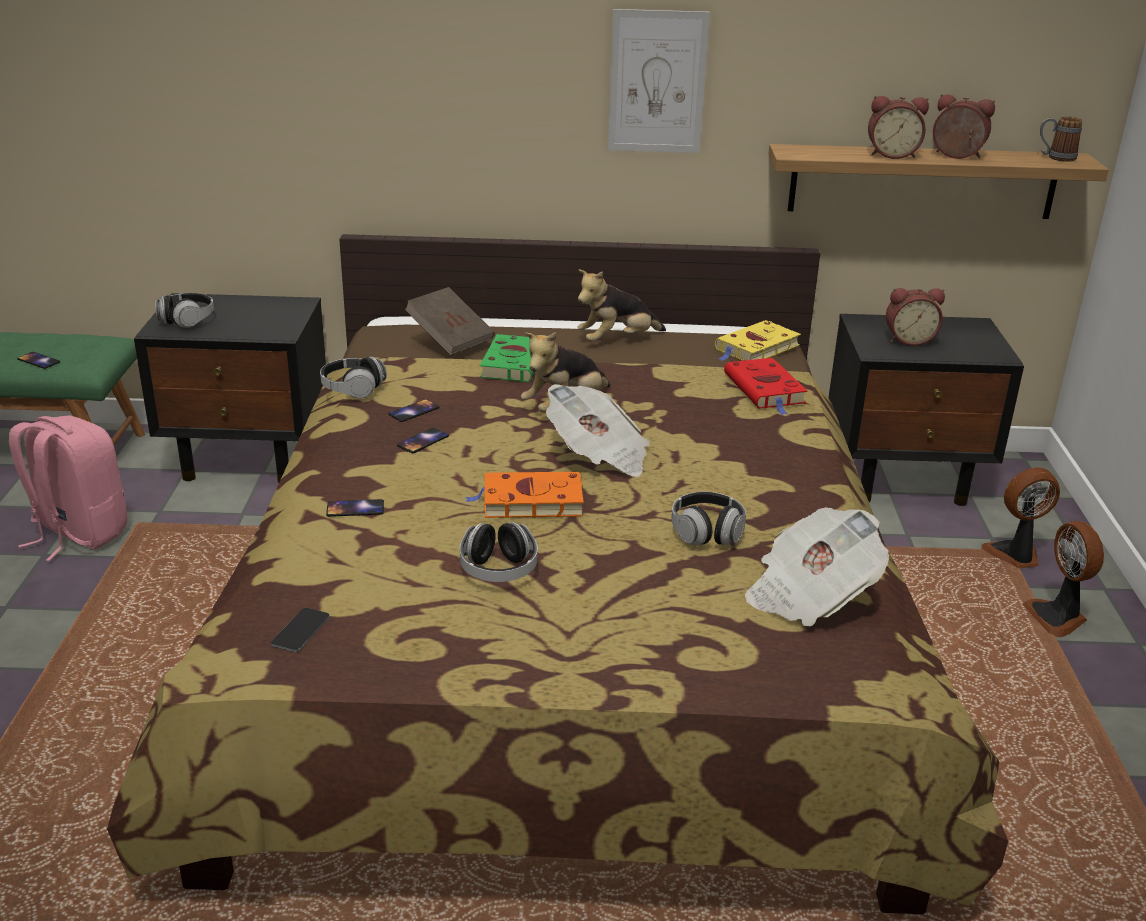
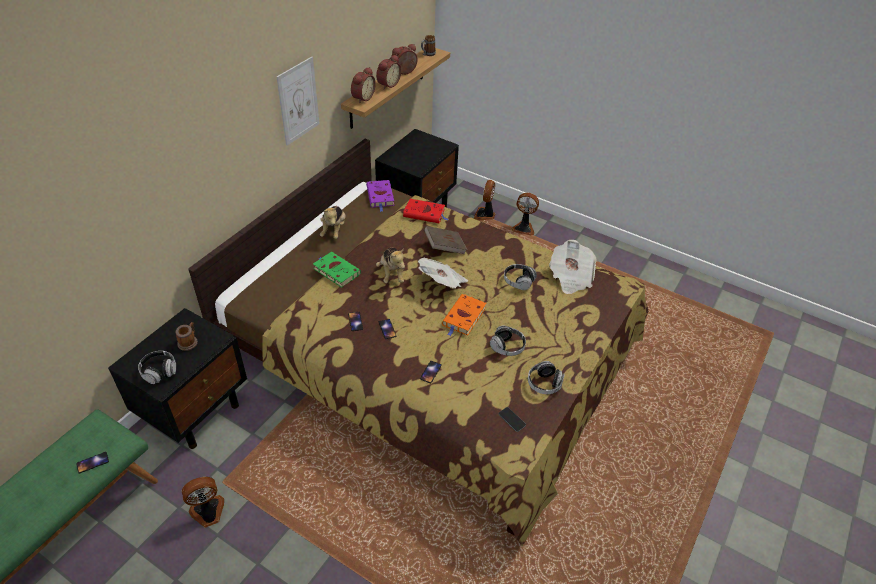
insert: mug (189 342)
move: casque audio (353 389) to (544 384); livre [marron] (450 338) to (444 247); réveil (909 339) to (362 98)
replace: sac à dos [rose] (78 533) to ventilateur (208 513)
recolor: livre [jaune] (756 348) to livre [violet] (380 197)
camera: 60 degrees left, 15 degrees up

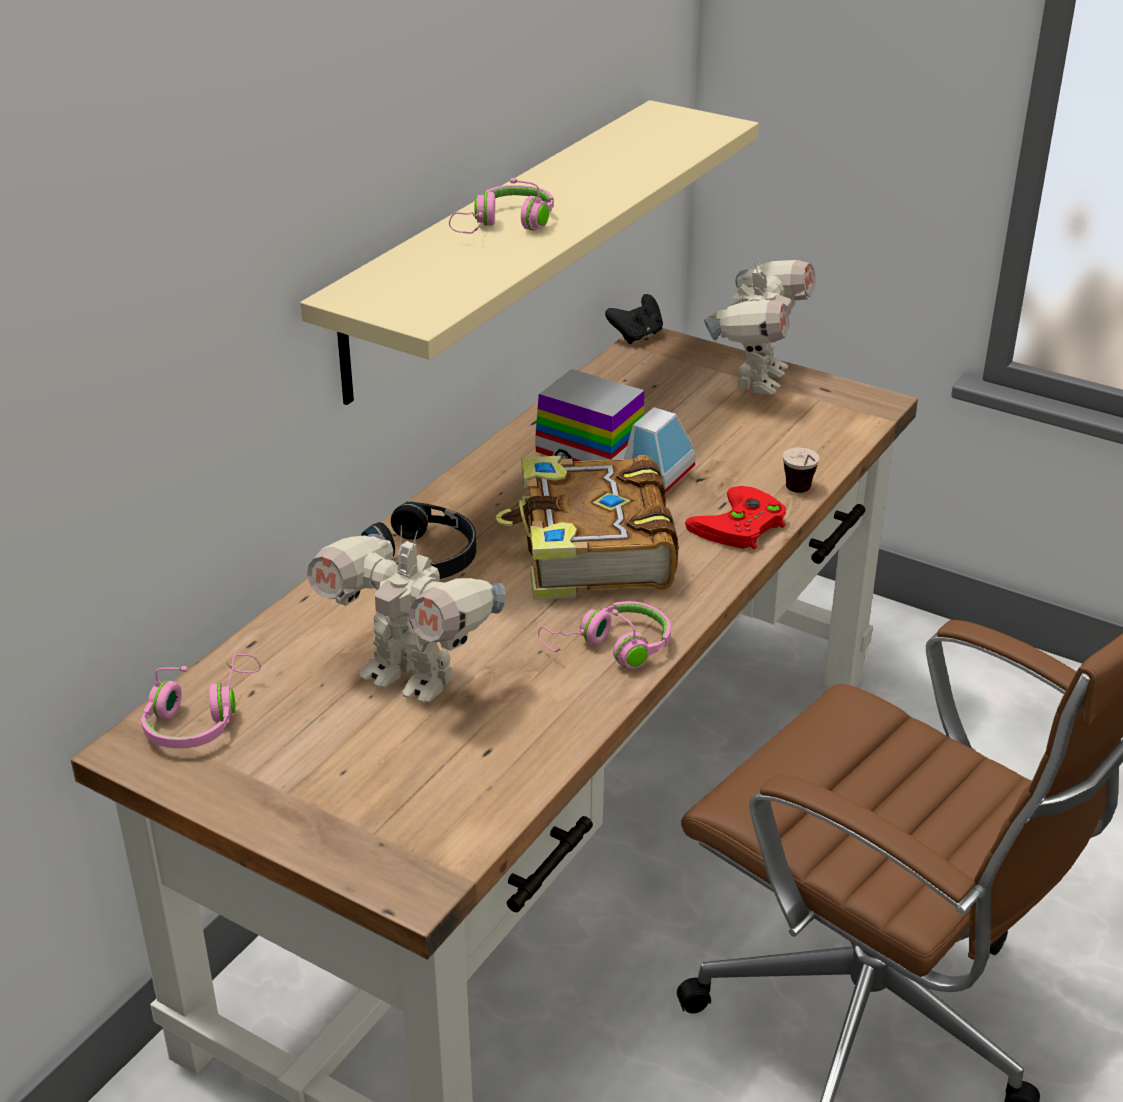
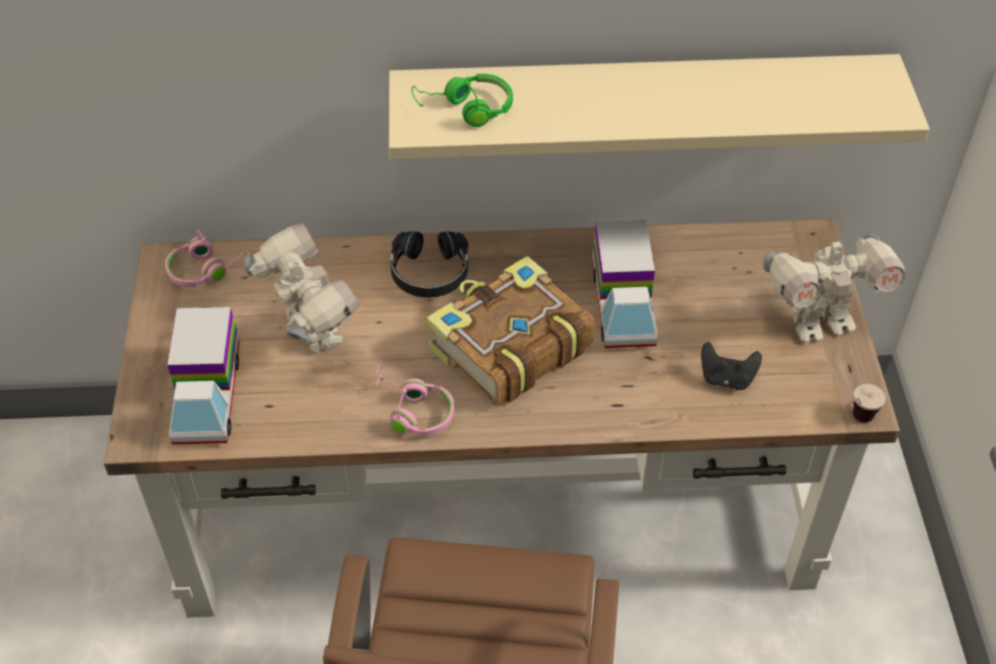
delete: casque audio [rose] (506 225); manette [rouge] (739 527)
insert: camion jouet (207 395); casque audio [vert] (467 109)
move: manette [noir] (636 336) to (726 378); tasse (801 495) to (855 421)
rotate: robot jouet (411 677) = (310 334) 150 degrees clockwise
camera: 55 degrees right, 15 degrees up

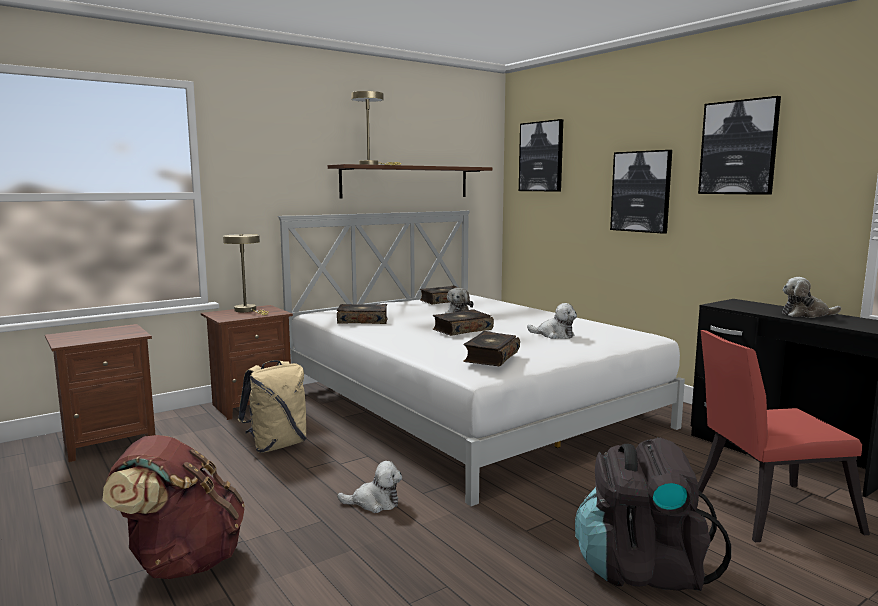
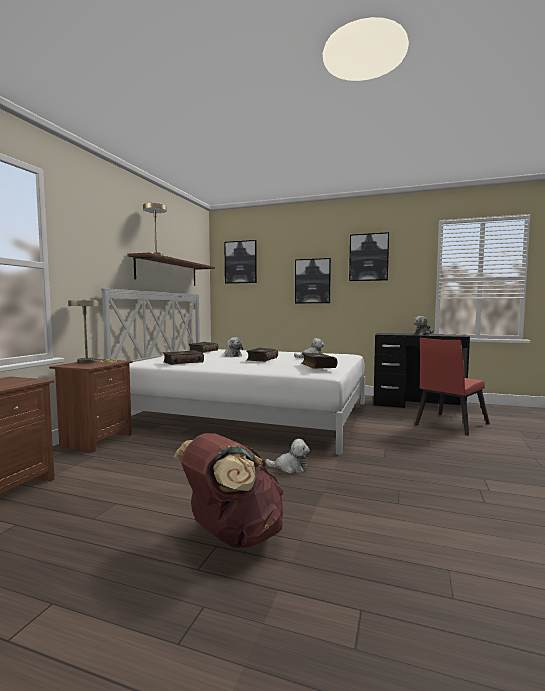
delete: sac à dos [beige] (277 445); sac à dos [noir] (642 569)
rotate: peluche (374 503) = (290 467) 45 degrees clockwise
camera: 35 degrees left, 5 degrees down

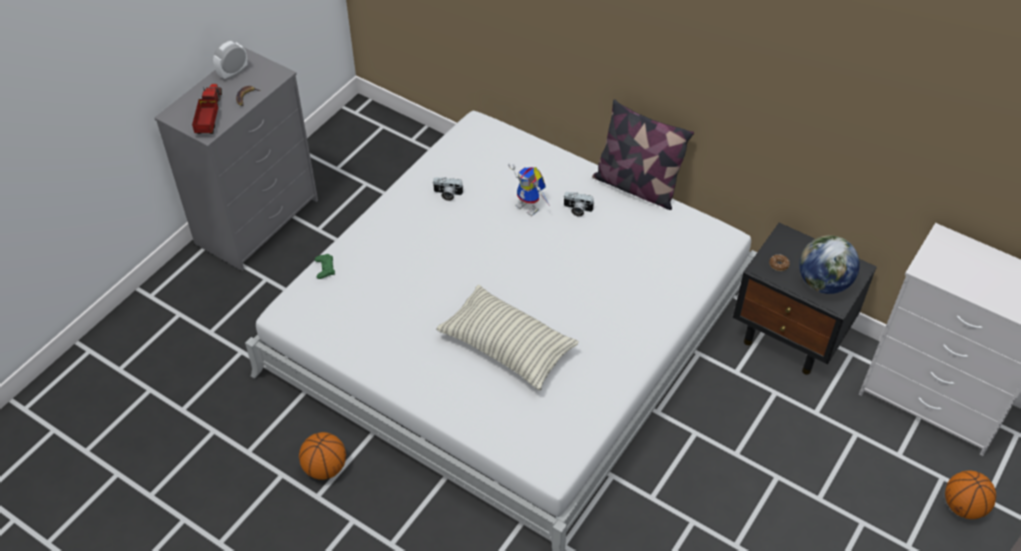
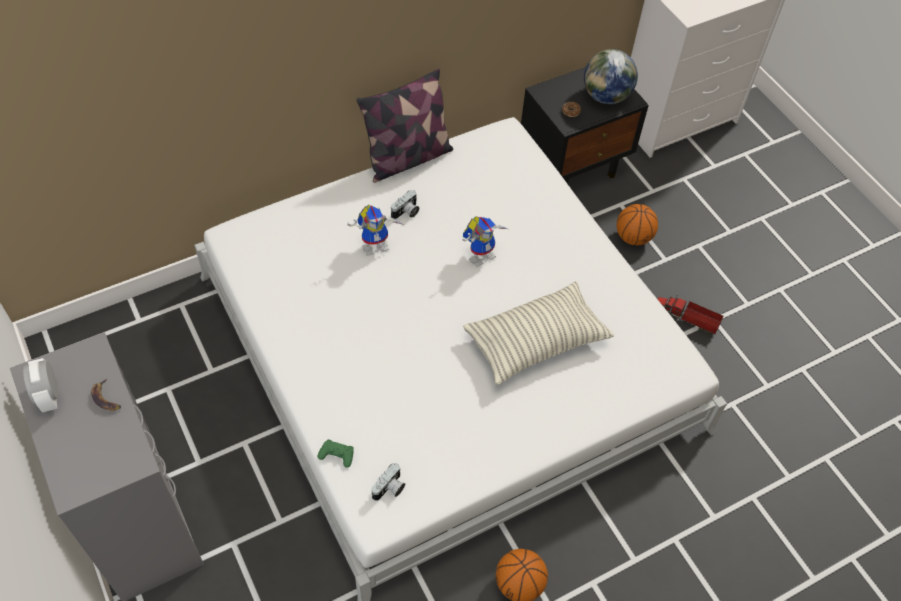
insert: robot jouet (481 254)
move: camion jouet (209 116) to (687 318); appareil photo (447 194) to (389 489); ballon de basket (963 506) to (633 237)
camera: 65 degrees left, 5 degrees up

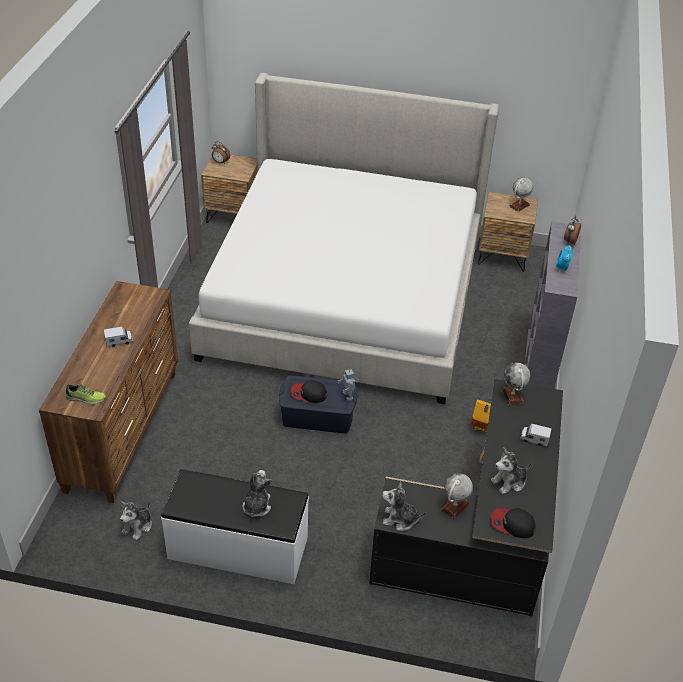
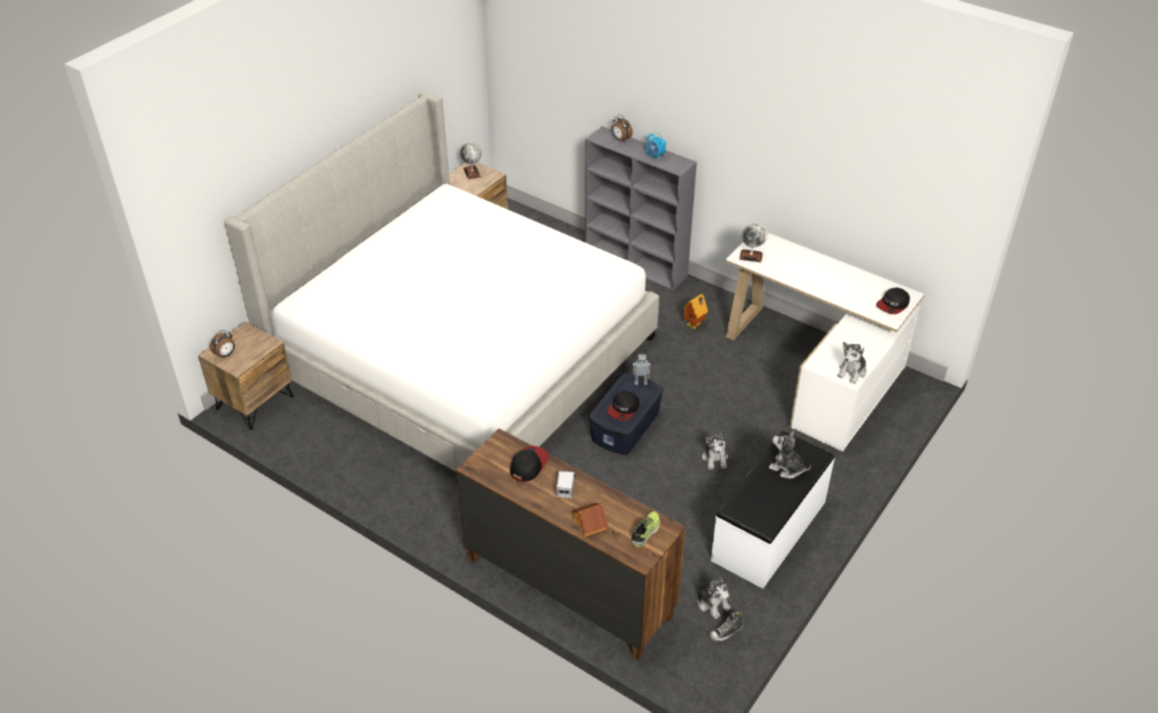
delete: globe (454 506); camion jouet (534 439)
insert: casquette (528 465); maison miniature (589 524); chaussure (726 632)
move: peluche (509 482) to (715 458)
recolor: bureau [noir] (480 538) to bureau [blanc] (817 369)
camera: 65 degrees left, 0 degrees up

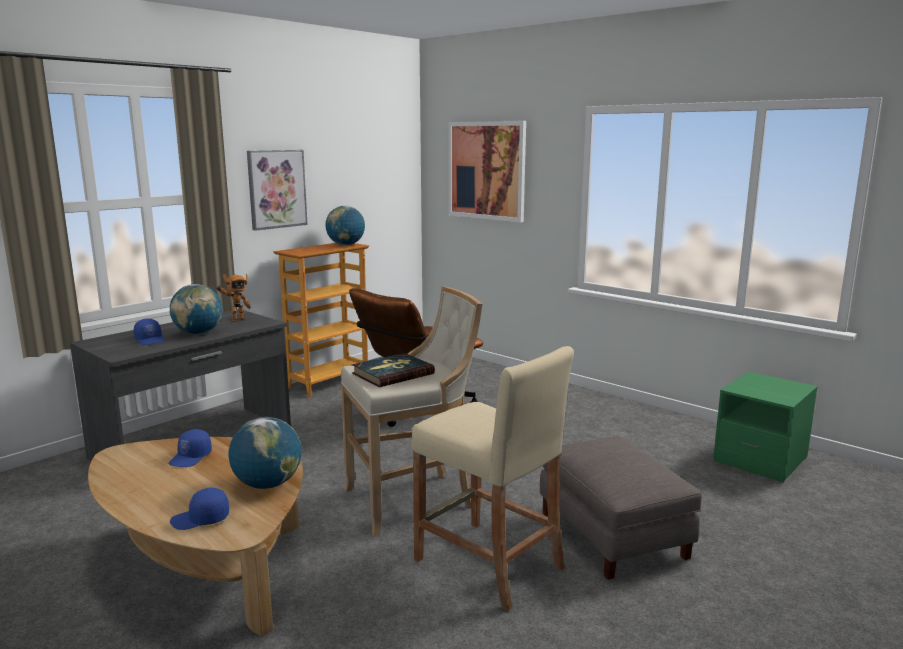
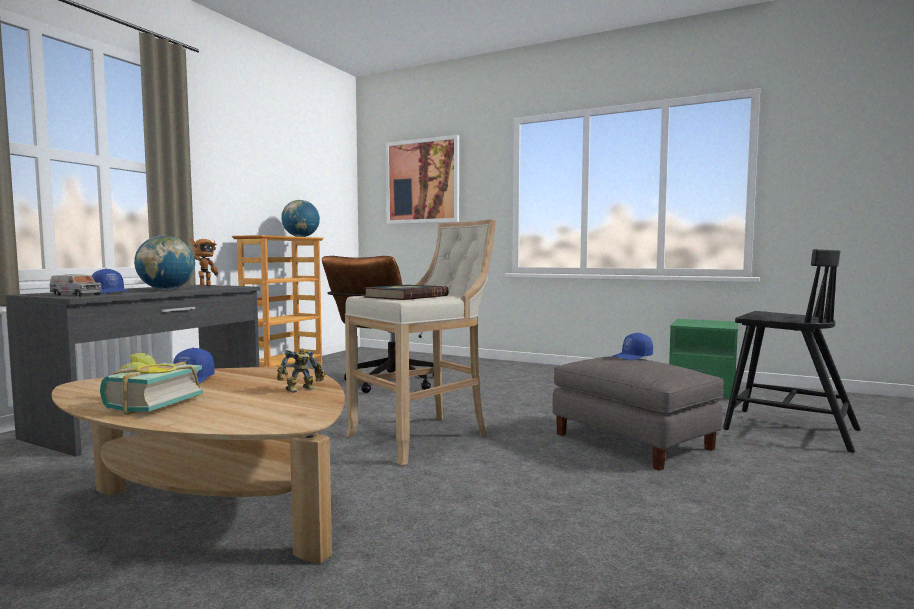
delete: tableau (276 189); tabouret [beige] (488 563)
insert: camion jouet (76 295); livre (148 404); chaise [noir] (788 429)
move: casquette [bleu] (200 519) to (632 357)
replace: globe (267 485) to robot jouet (302 389)
camera: 15 degrees left, 10 degrees down

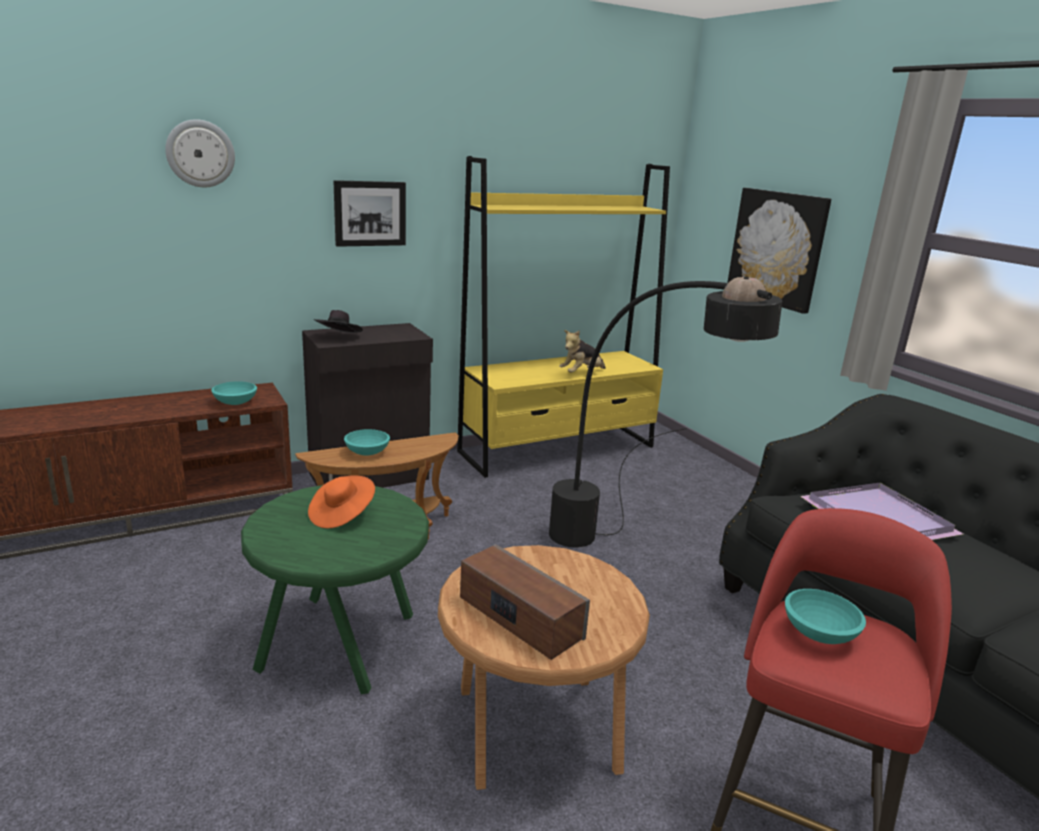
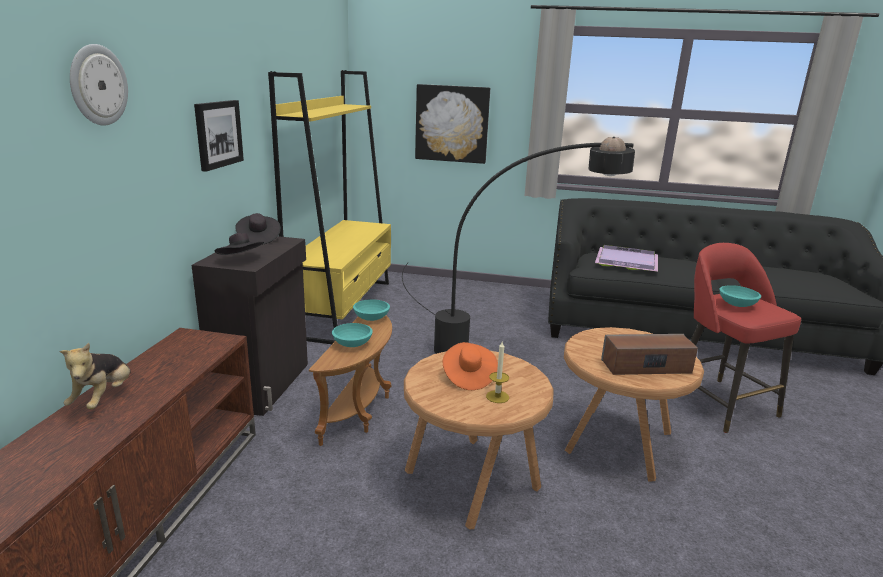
insert: chapeau [noir] (258 239); bougie (497 397)
move: bol [turquoise] (236 403) to (372 318); peluche (581 373) to (103 398)
recolor: table d'appoint [vert] (341 641) to table d'appoint [marron] (471 479)
camera: 50 degrees left, 0 degrees up

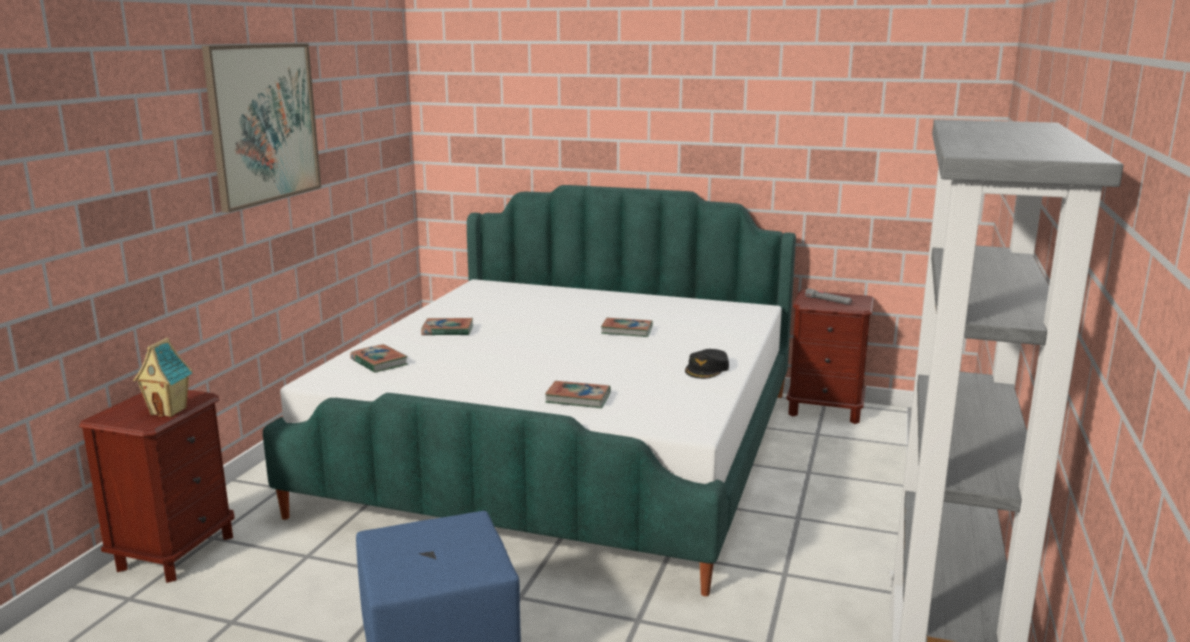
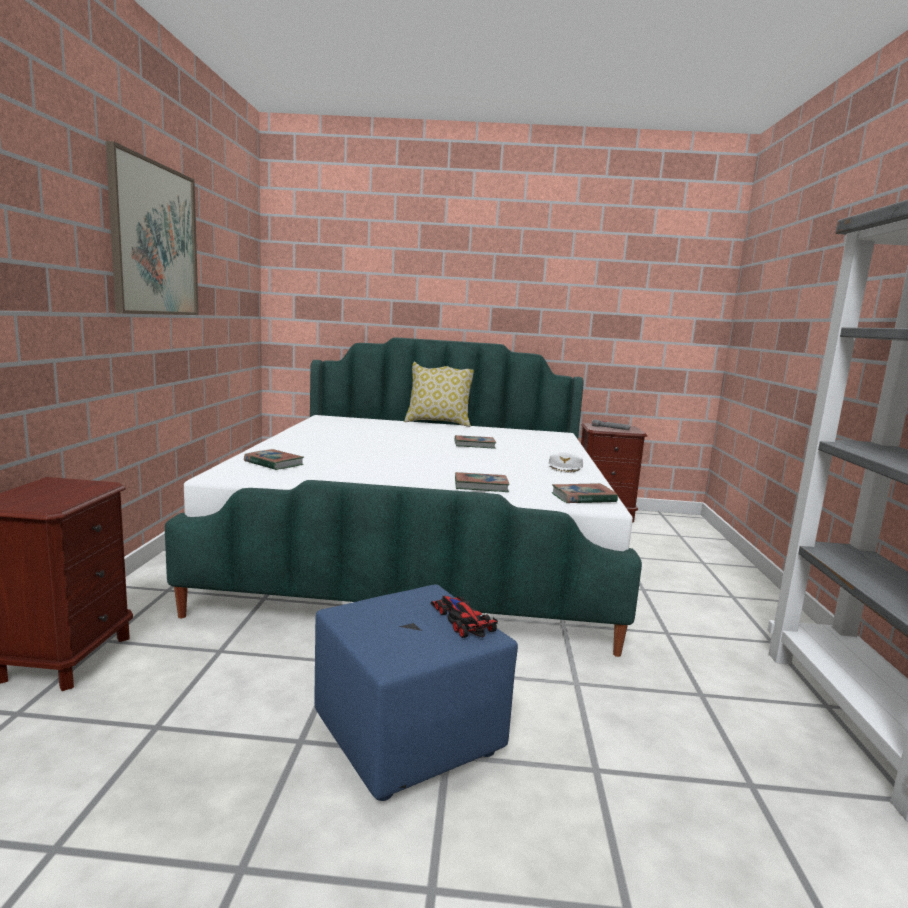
delete: maison miniature (169 411)
insert: coussin (438 422); petite voiture (461 619)
move: livre (447 330) to (583 498)
recolor: casquette [noir] (707 369) to casquette [blanc] (565 467)
camera: 15 degrees left, 5 degrees down

